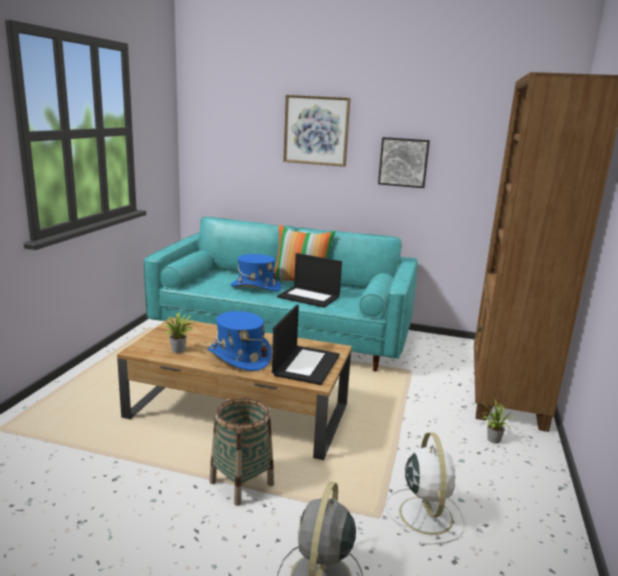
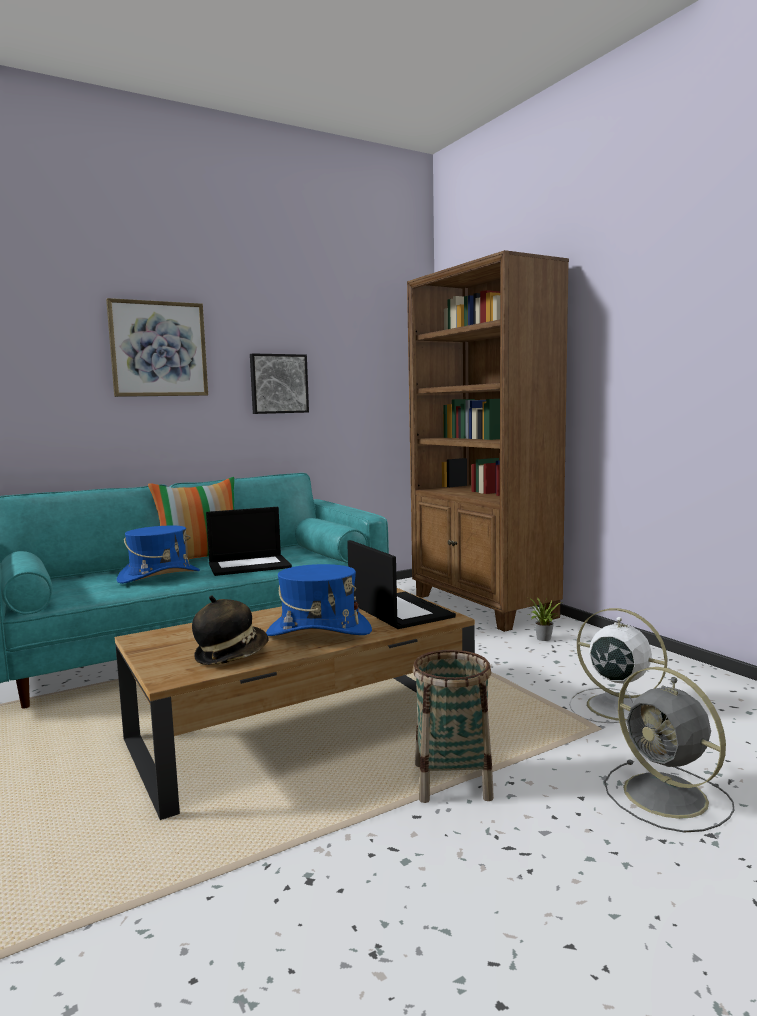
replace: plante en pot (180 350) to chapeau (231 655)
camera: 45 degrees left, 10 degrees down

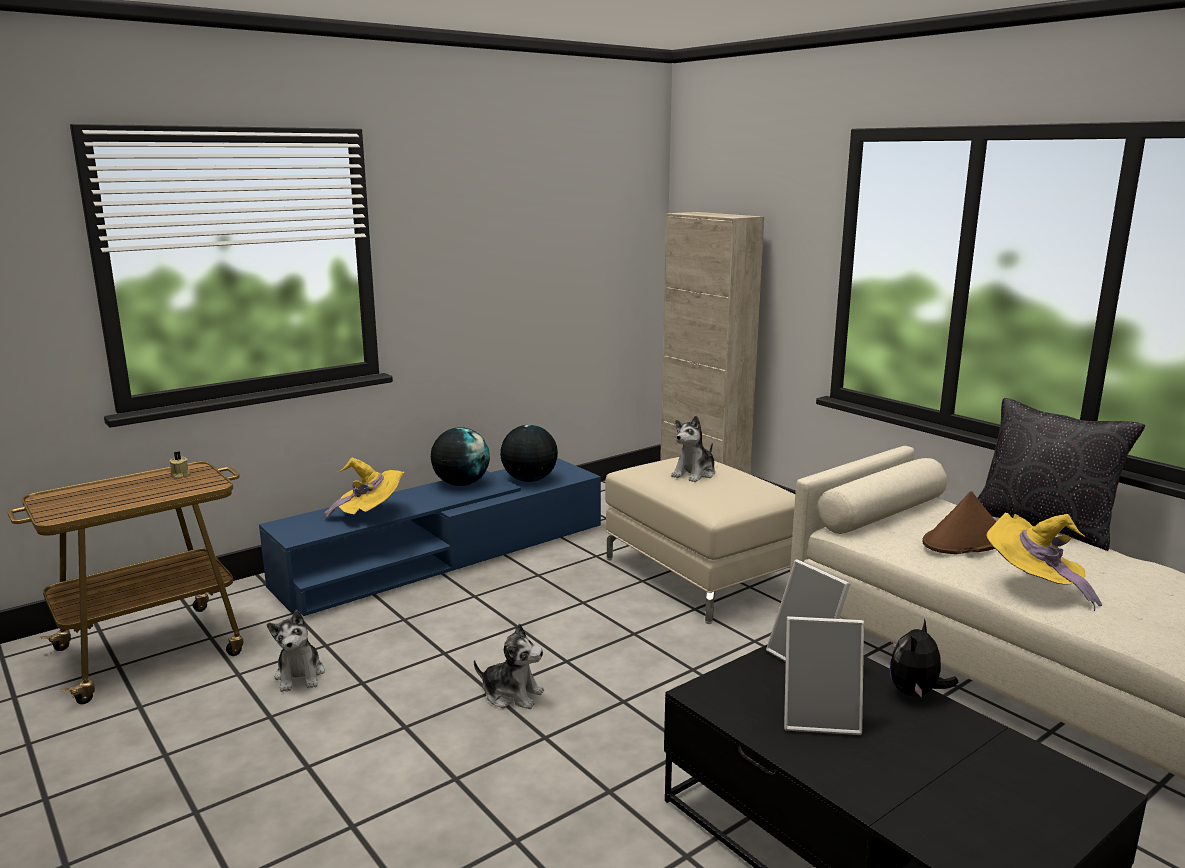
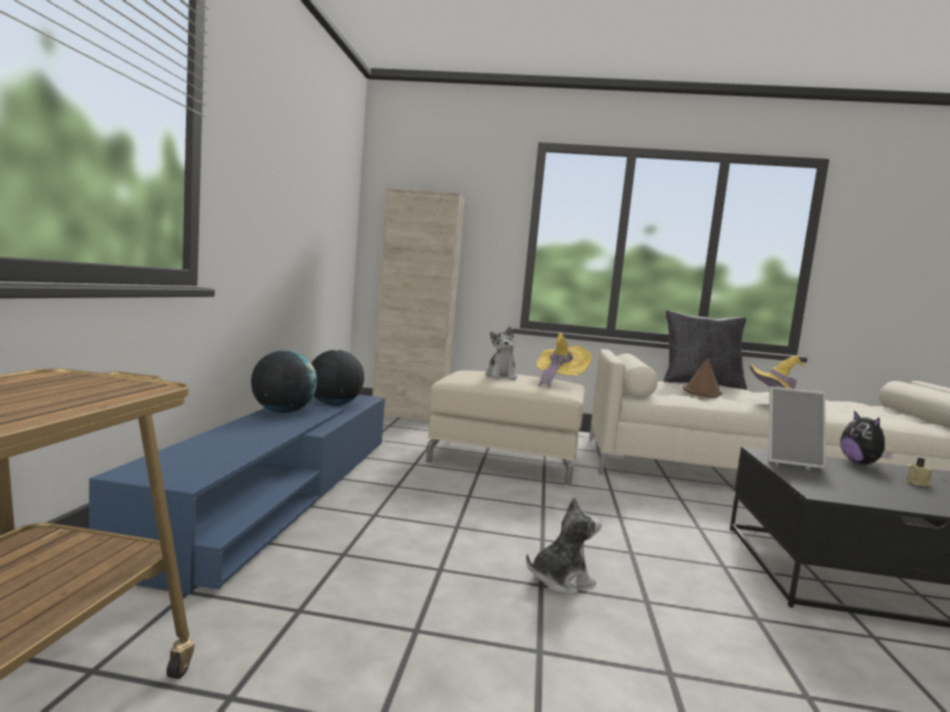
delete: peluche (300 675); cadre photo (820 717)
move: bougie [beige] (179 475) to (918 483); chapeau [jaune] (371 515) to (558 382)
camera: 45 degrees left, 10 degrees down

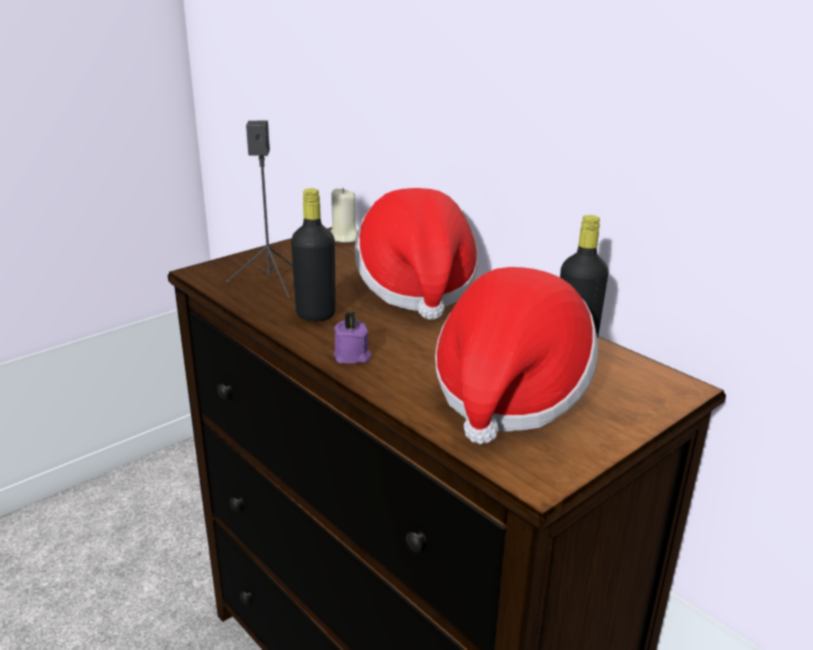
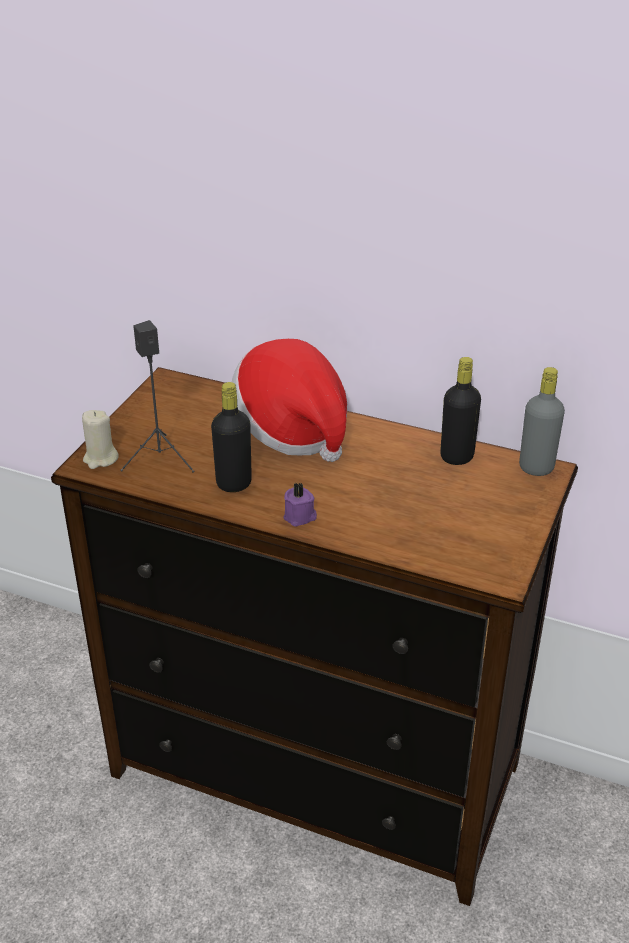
delete: chapeau (508 395)
insert: bouteille [gris] (536 468)
move: bougie [beige] (343 238) to (100 459)
camera: 25 degrees left, 10 degrees up

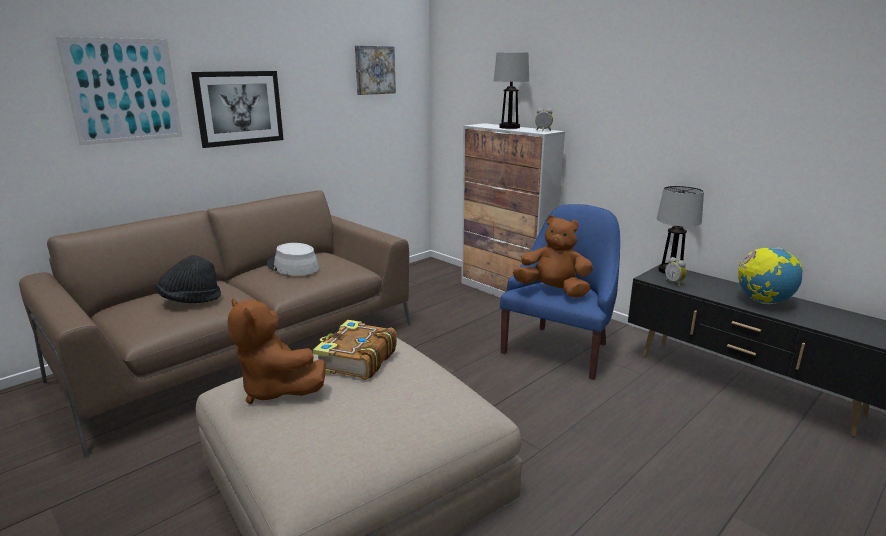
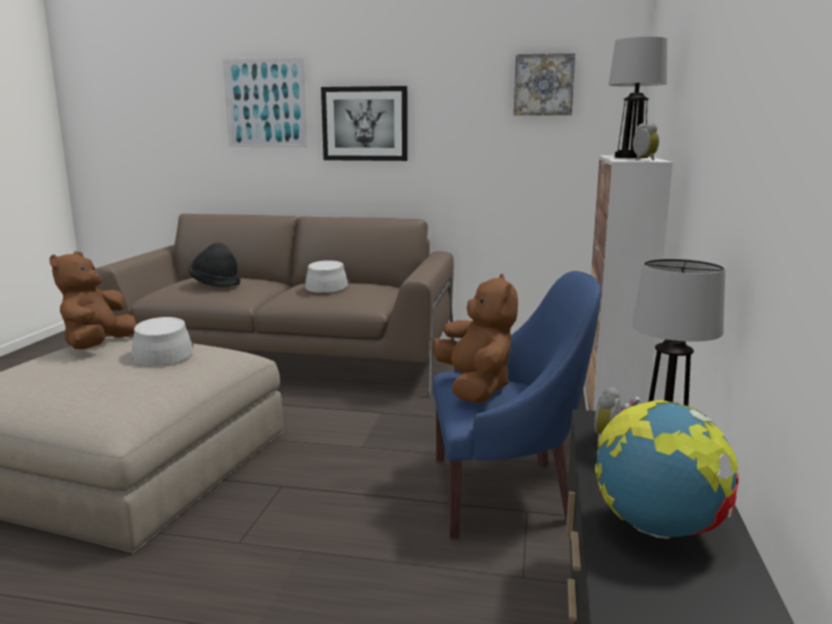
replace: livre (355 361) to chapeau [gris] (162 351)
camera: 55 degrees right, 5 degrees down

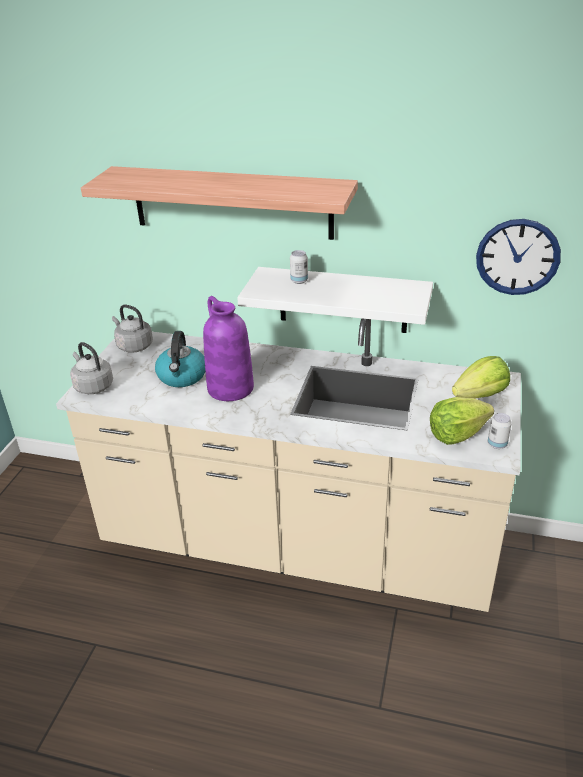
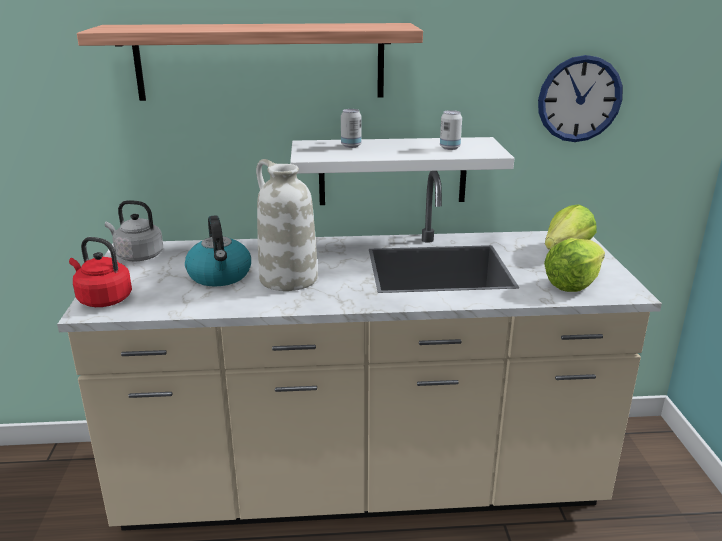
move: boîte métallique (497 444) to (449 148)
recolor: bouilloire [gris] (92 386) to bouilloire [rouge] (102 299); vase [violet] (229 388) to vase [blanc] (287 279)
camera: 20 degrees left, 10 degrees down

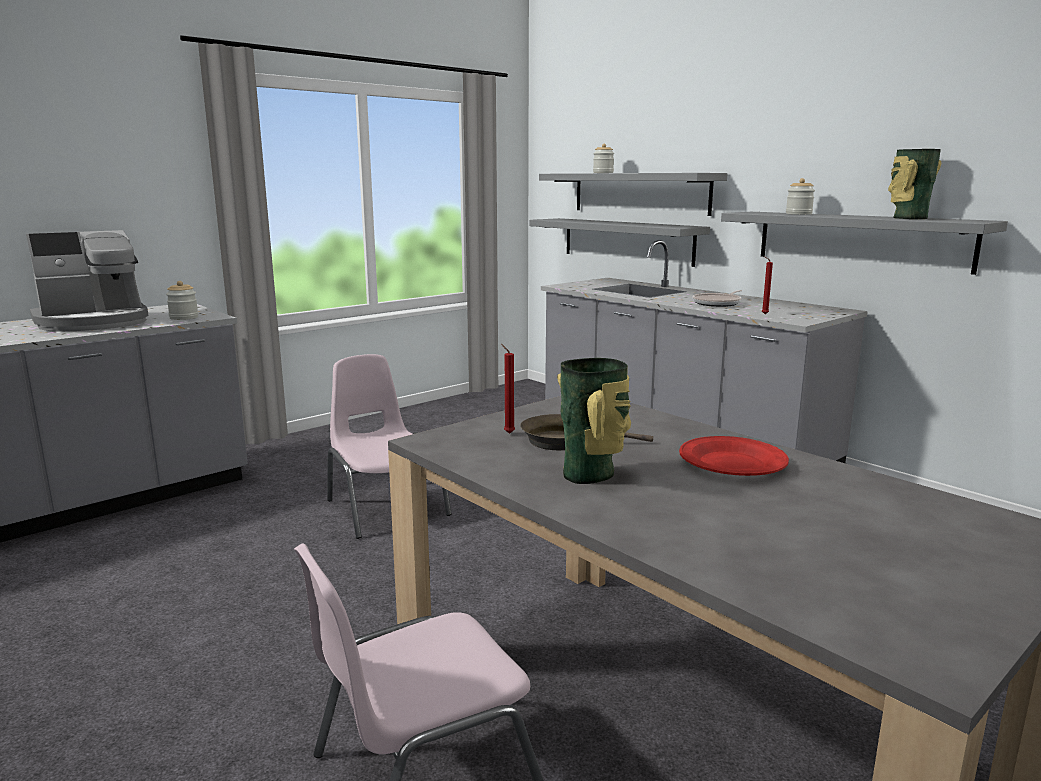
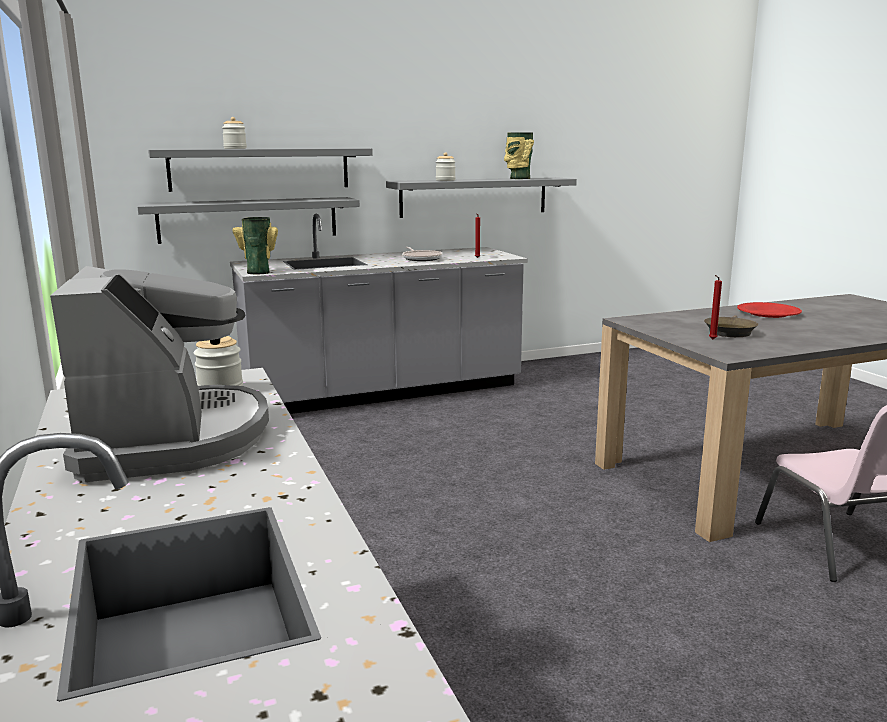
delete: chaise [rose] (386 507)
move: vase (591 474) to (259 272)
camera: 70 degrees left, 0 degrees up

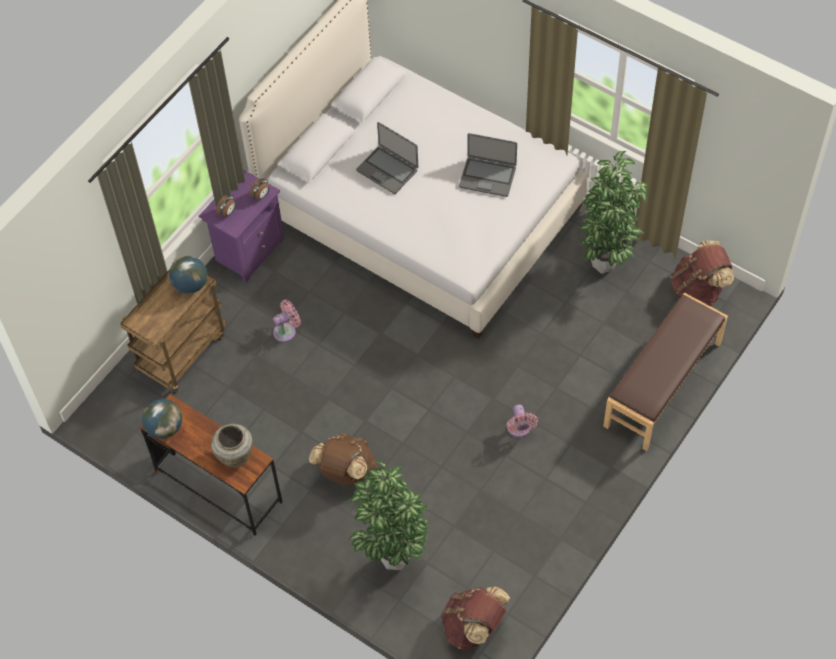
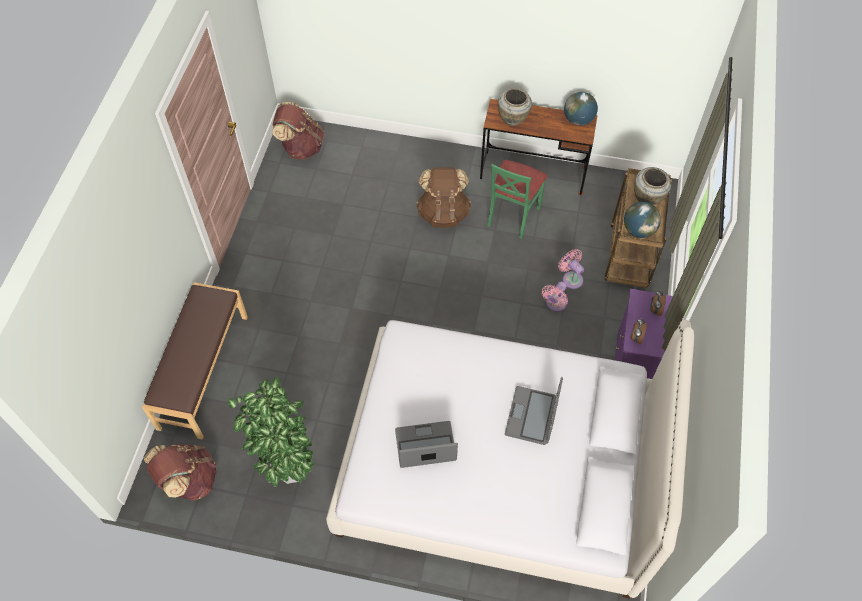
delete: plante en pot (392 562)
insert: chaise [vert] (512 215); vase [beige] (647 199)
move: ventilateur [rose] (519 429) to (571 278)
rotate: ordinateur portable (387 170) = (532 416) 90 degrees counterclockwise
camera: 155 degrees right, 0 degrees up

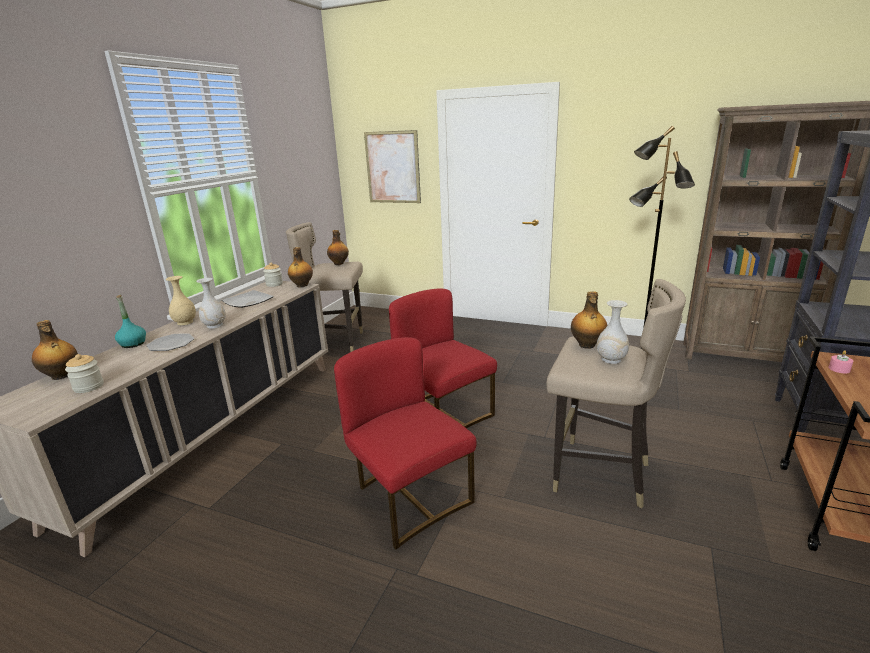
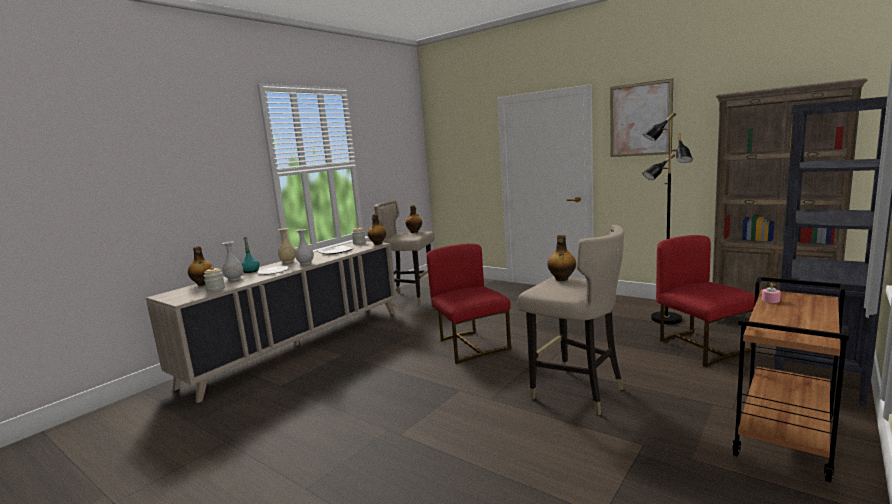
move: chaise [rouge] (409 497) to (701 346); tableau (392 167) to (640 119); vase [blanc] (611 359) to (234 279)
camera: 15 degrees right, 10 degrees down

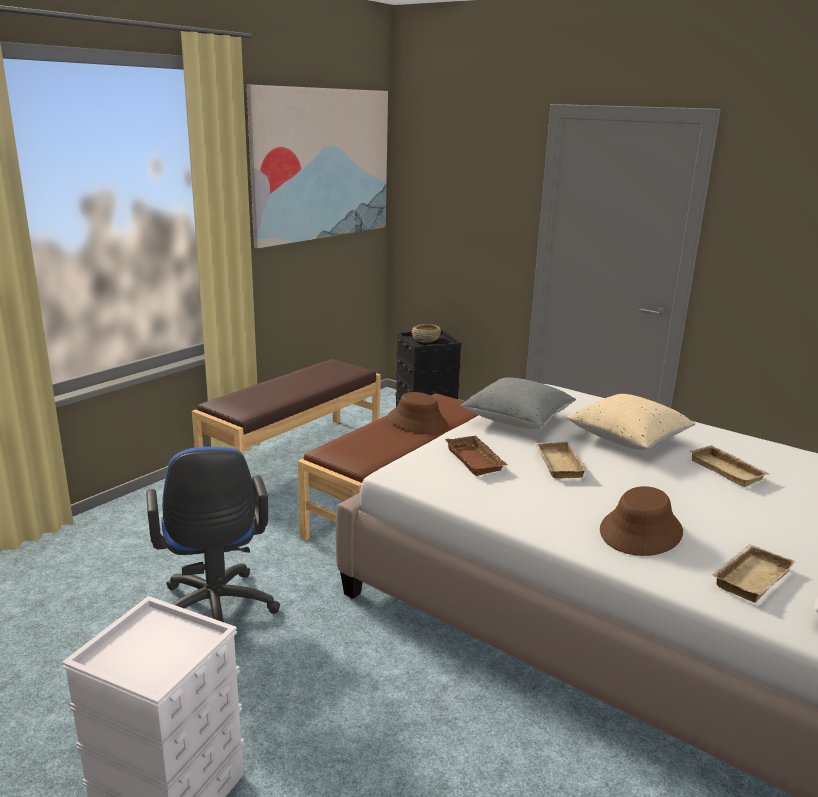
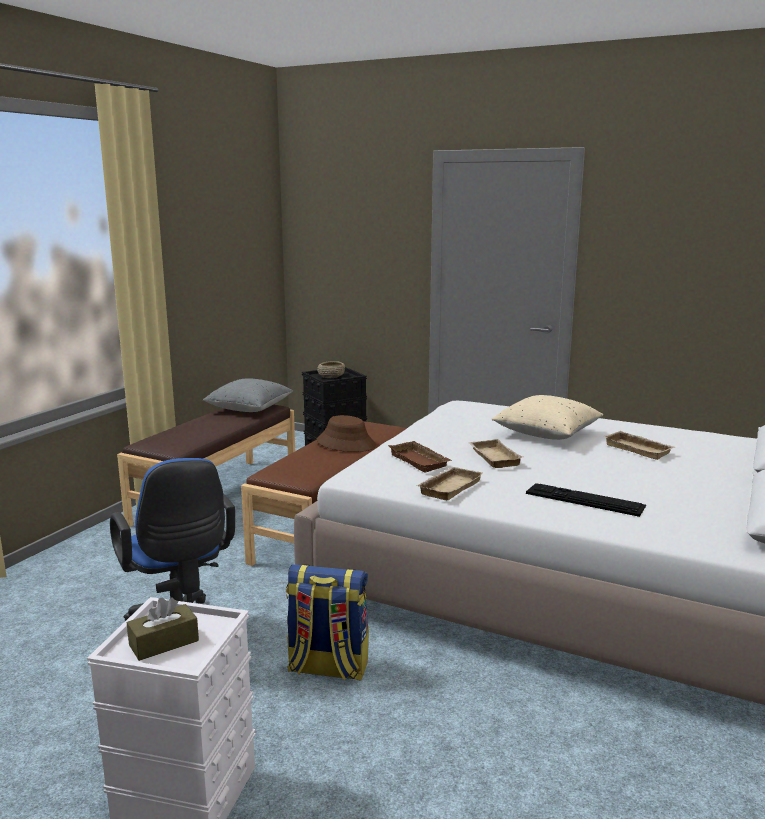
delete: tableau (322 164)
insert: boîte à mouchoirs [marron] (164 643); sac à dos (327 668)
move: coussin [gris] (517 420) to (249 409); plateau [beige] (749 577) to (448 487)
replace: chapeau [marron] (641 532) to clavier (584 499)
camera: 10 degrees left, 5 degrees down

